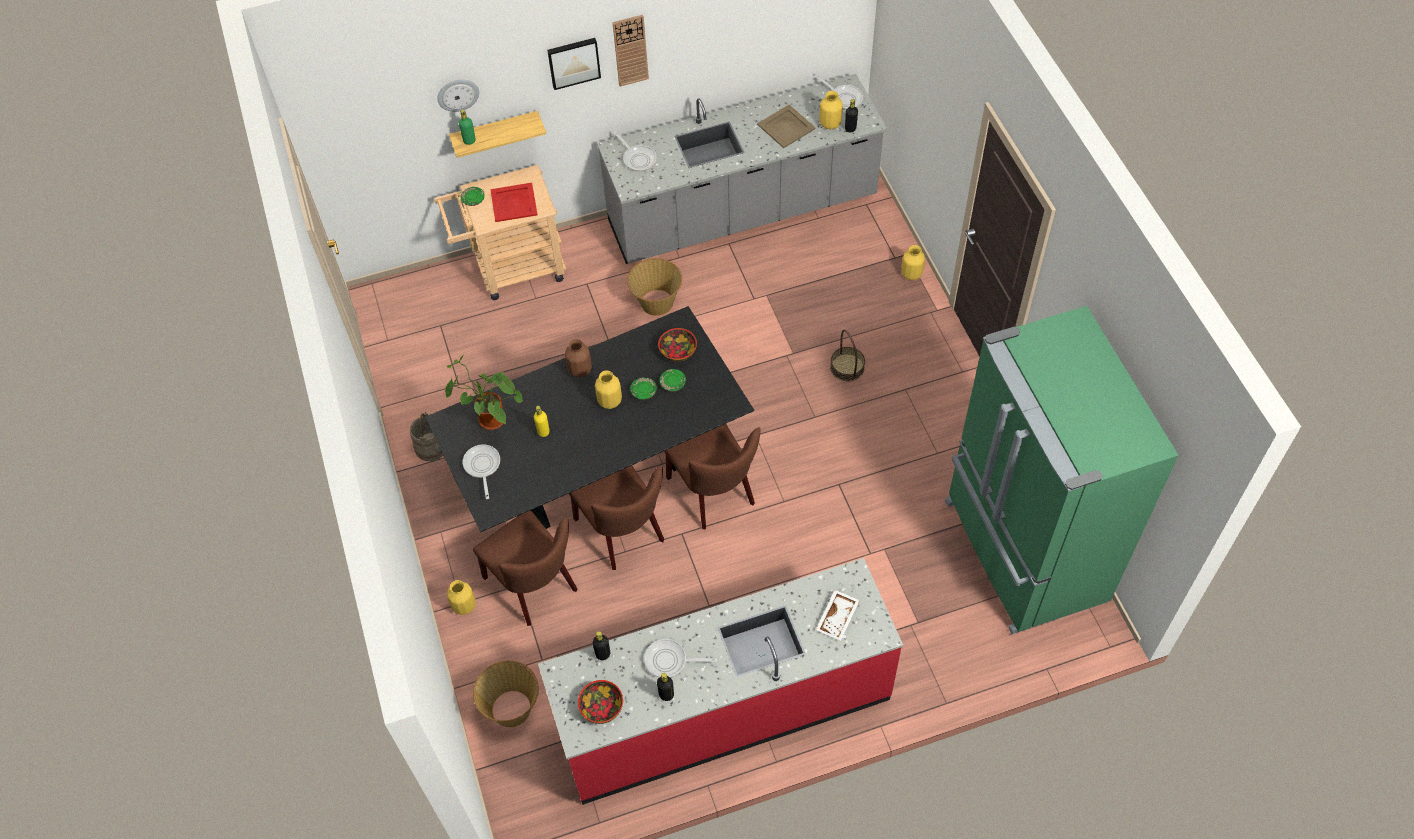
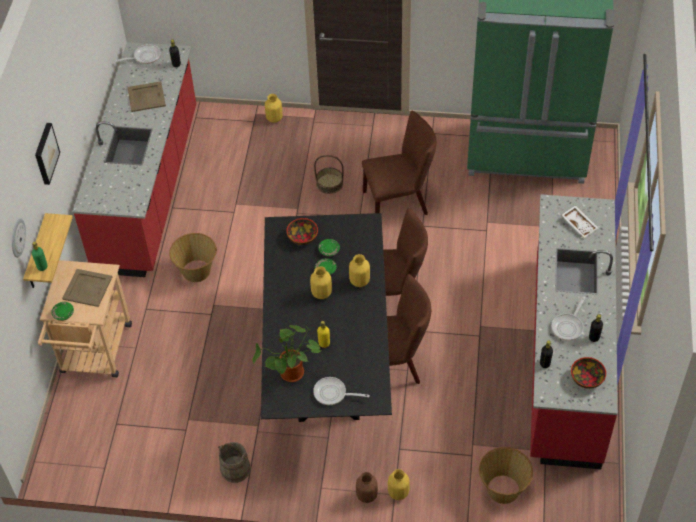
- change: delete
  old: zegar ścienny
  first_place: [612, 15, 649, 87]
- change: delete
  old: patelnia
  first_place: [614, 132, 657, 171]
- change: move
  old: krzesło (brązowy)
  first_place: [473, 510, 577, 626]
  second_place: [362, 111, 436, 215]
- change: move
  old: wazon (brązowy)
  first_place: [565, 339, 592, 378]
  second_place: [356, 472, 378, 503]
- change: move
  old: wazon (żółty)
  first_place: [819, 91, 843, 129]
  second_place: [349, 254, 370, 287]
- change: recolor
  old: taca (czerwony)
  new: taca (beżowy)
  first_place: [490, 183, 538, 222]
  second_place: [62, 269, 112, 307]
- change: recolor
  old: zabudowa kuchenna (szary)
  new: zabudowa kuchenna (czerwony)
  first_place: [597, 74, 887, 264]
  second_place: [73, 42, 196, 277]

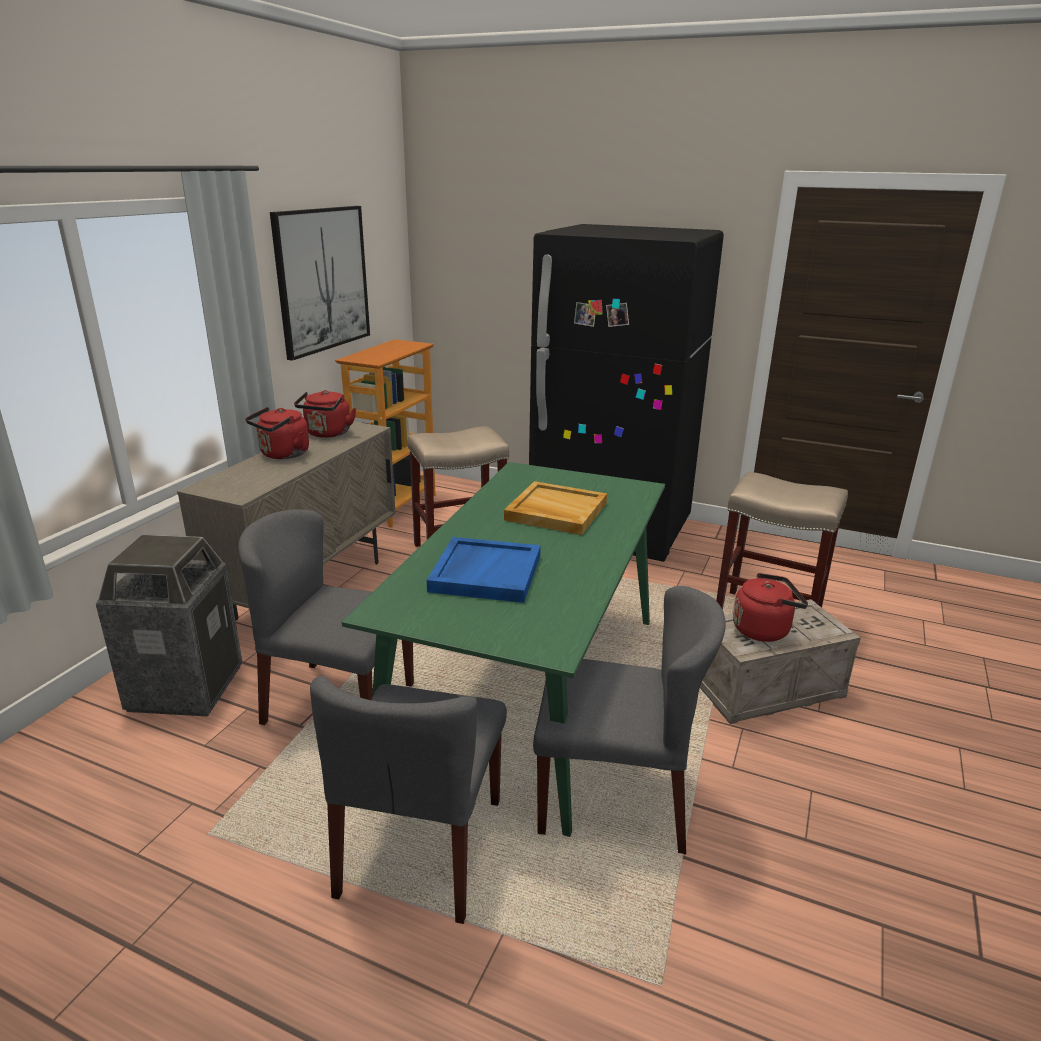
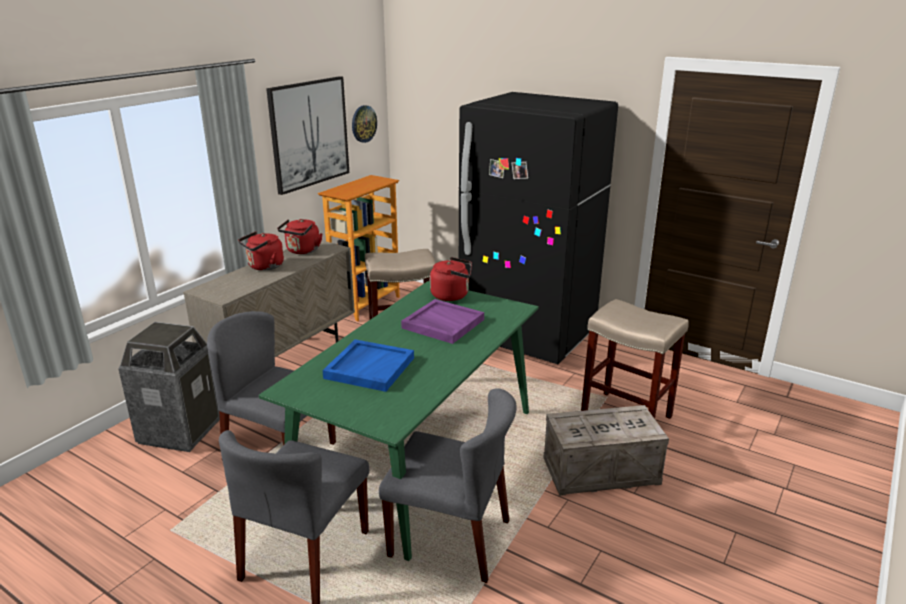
- change: insert
  new: zegar ścienny
  second_place: [352, 105, 377, 143]
- change: move
  old: czajnik (czerwony)
  first_place: [733, 573, 808, 642]
  second_place: [430, 257, 472, 301]
- change: recolor
  old: taca (beżowy)
  new: taca (fioletowy)
  first_place: [504, 481, 607, 535]
  second_place: [401, 299, 484, 344]

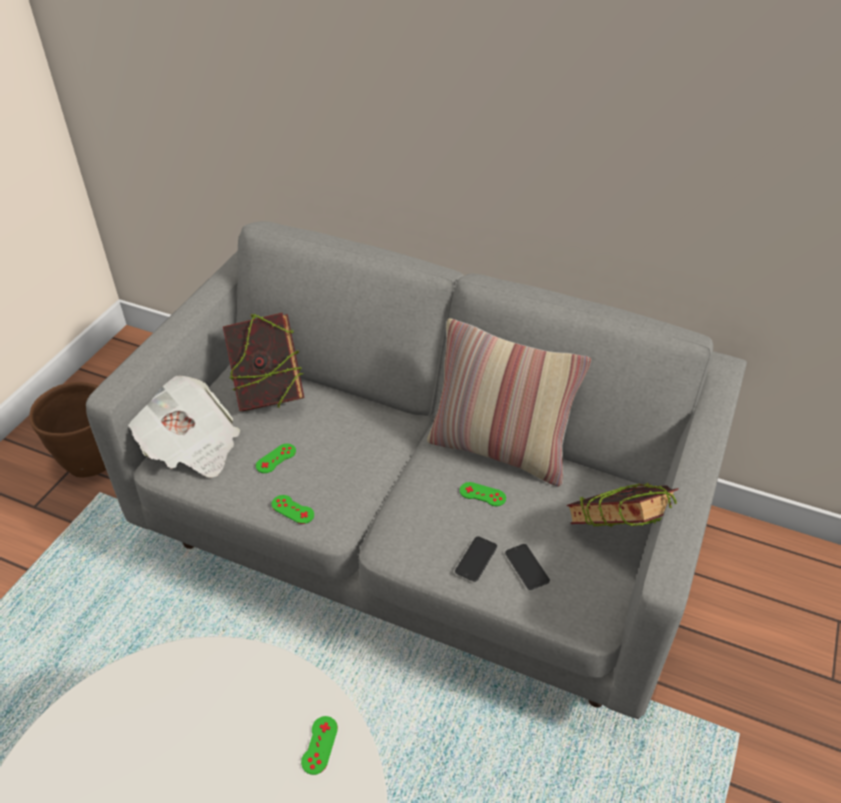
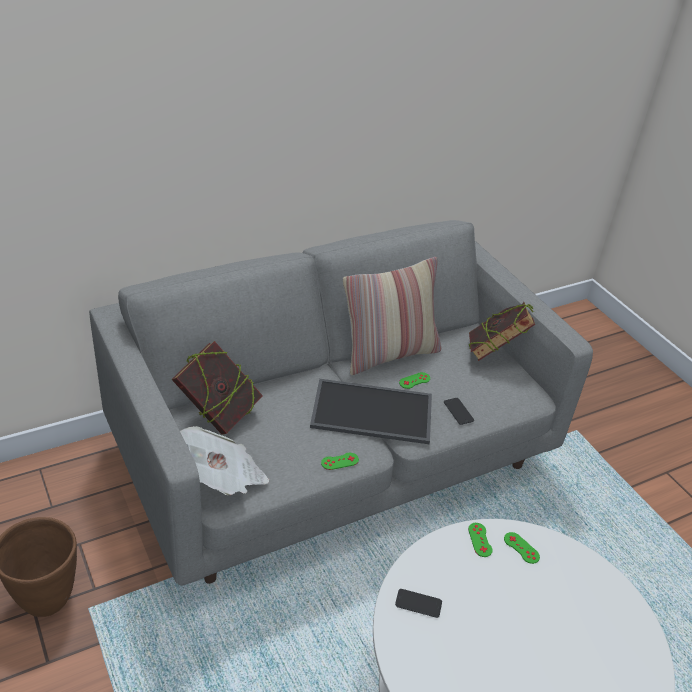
- change: insert
  new: taca
  second_place: [310, 379, 432, 444]
- change: move
  old: pad do gier (zielony)
  first_place: [256, 444, 296, 473]
  second_place: [468, 523, 493, 557]
- change: move
  old: telefon
  first_place: [505, 544, 550, 590]
  second_place: [395, 589, 442, 618]

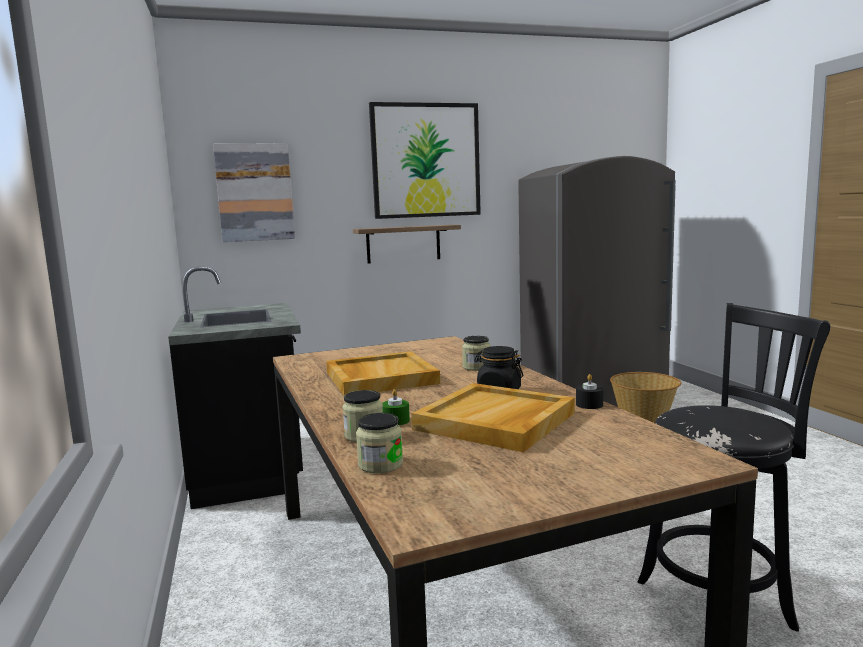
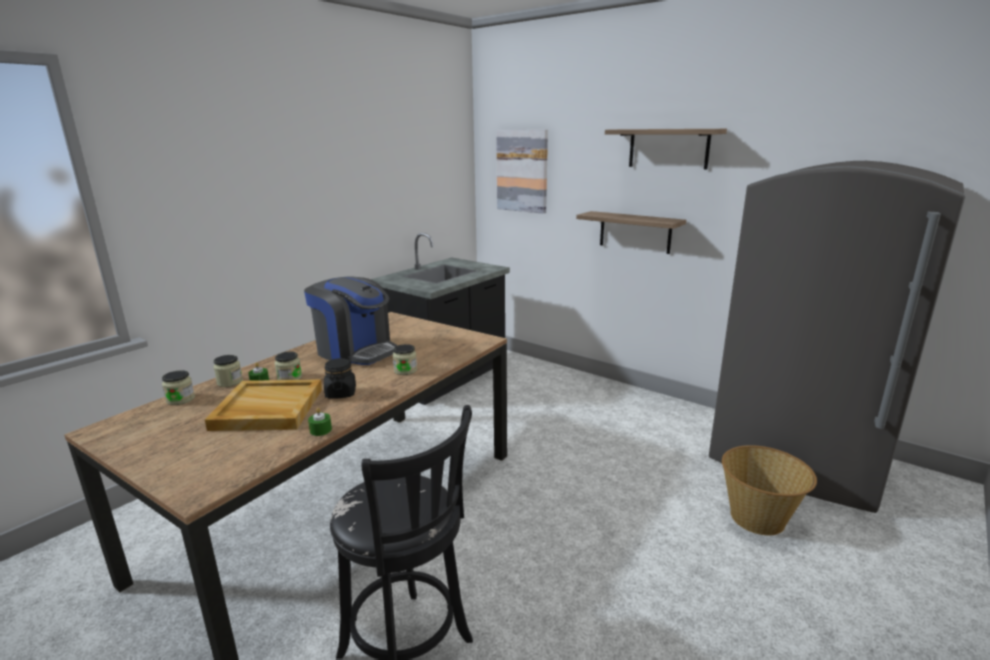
- change: insert
  new: słoik
  second_place: [274, 351, 302, 380]
- change: replace
  old: taca (beżowy)
  new: ekspres do kawy
  first_place: [326, 351, 440, 396]
  second_place: [304, 277, 397, 365]
- change: replace
  old: obraz
  new: półka
  first_place: [369, 102, 481, 219]
  second_place: [605, 129, 727, 169]
- change: recolor
  old: świeca (czarny)
  new: świeca (zielony)
  first_place: [576, 374, 603, 409]
  second_place: [308, 408, 332, 436]

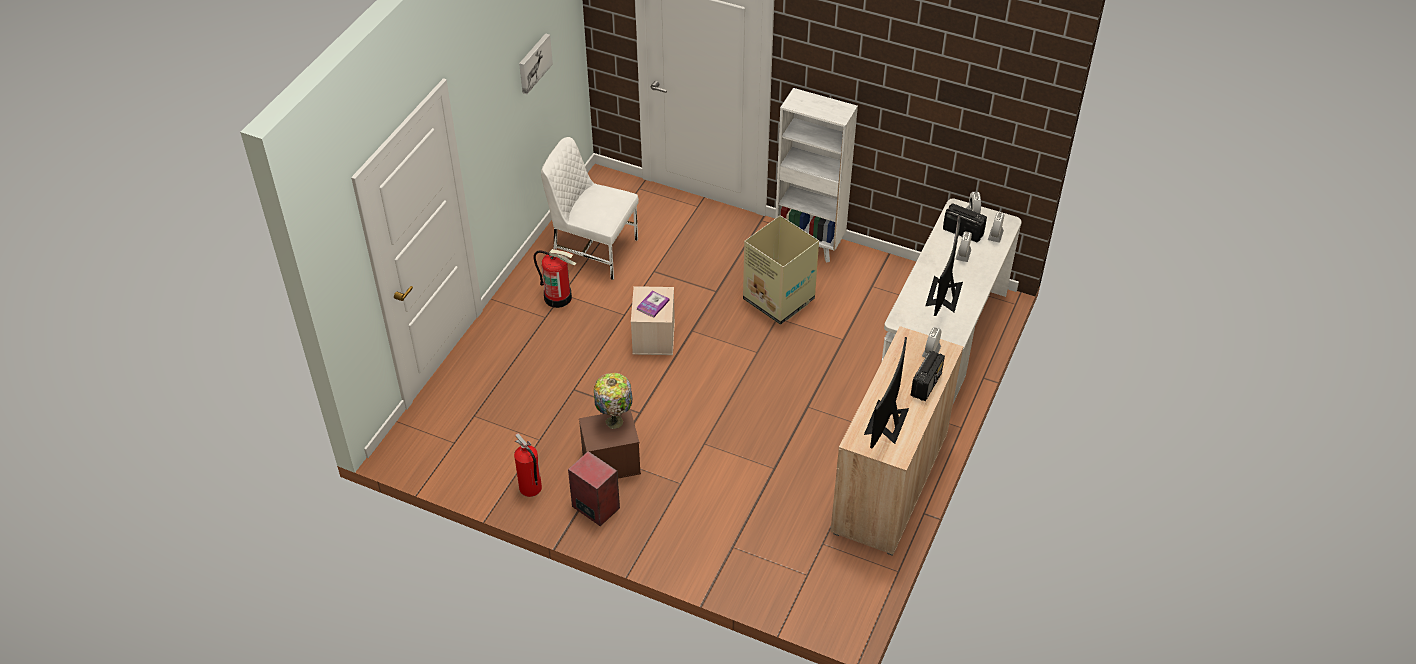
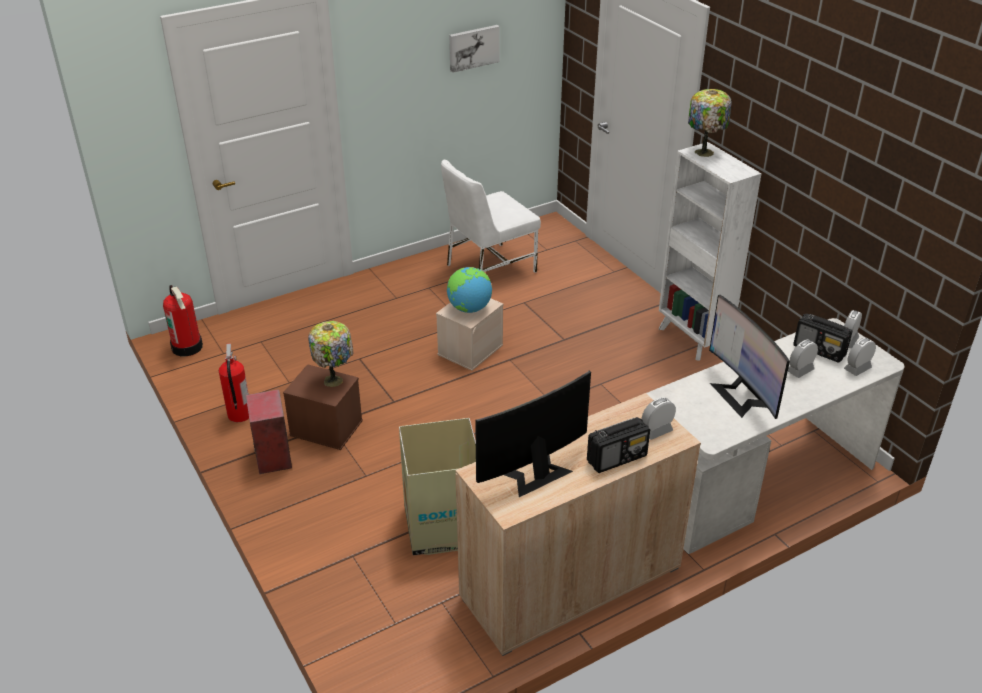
- change: insert
  new: lampa stołowa
  second_place: [688, 89, 731, 157]
- change: move
  old: gaśnica
  first_place: [533, 249, 576, 308]
  second_place: [163, 285, 203, 356]
- change: move
  old: karton
  first_place: [743, 215, 819, 325]
  second_place: [399, 418, 476, 556]
- change: replace
  old: książka
  new: globus
  first_place: [636, 291, 670, 318]
  second_place: [447, 267, 492, 313]
- change: rotate
  old: krzesło (biały)
  first_place: [541, 137, 639, 280]
  second_place: [441, 160, 541, 273]
  degrees: -90
- change: rotate
  old: monitor
  first_place: [925, 215, 963, 316]
  second_place: [709, 295, 790, 419]
  degrees: -75
- change: rotate
  old: radio
  first_place: [943, 203, 987, 242]
  second_place: [793, 314, 852, 363]
  degrees: 150

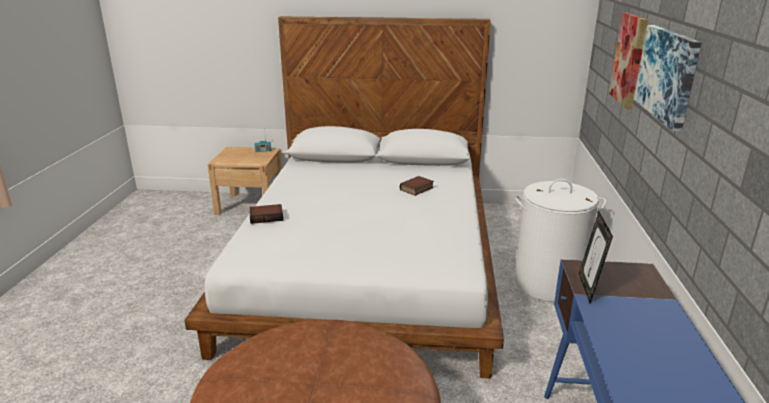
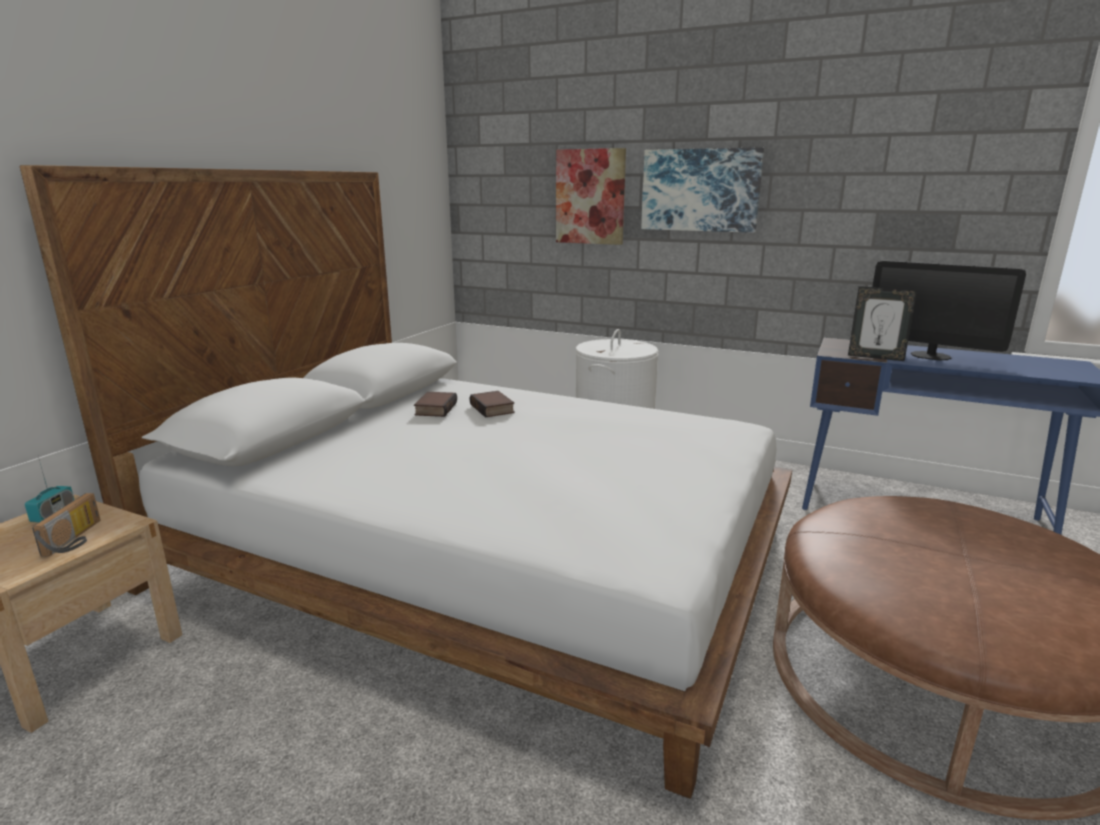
- change: insert
  new: radio
  second_place: [32, 493, 100, 556]
- change: insert
  new: monitor
  second_place: [872, 260, 1026, 361]
- change: move
  old: książka
  first_place: [250, 204, 283, 224]
  second_place: [414, 392, 457, 417]

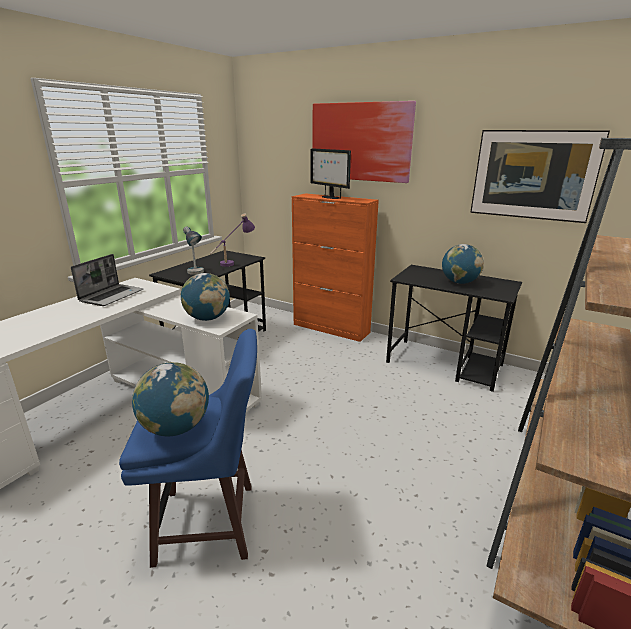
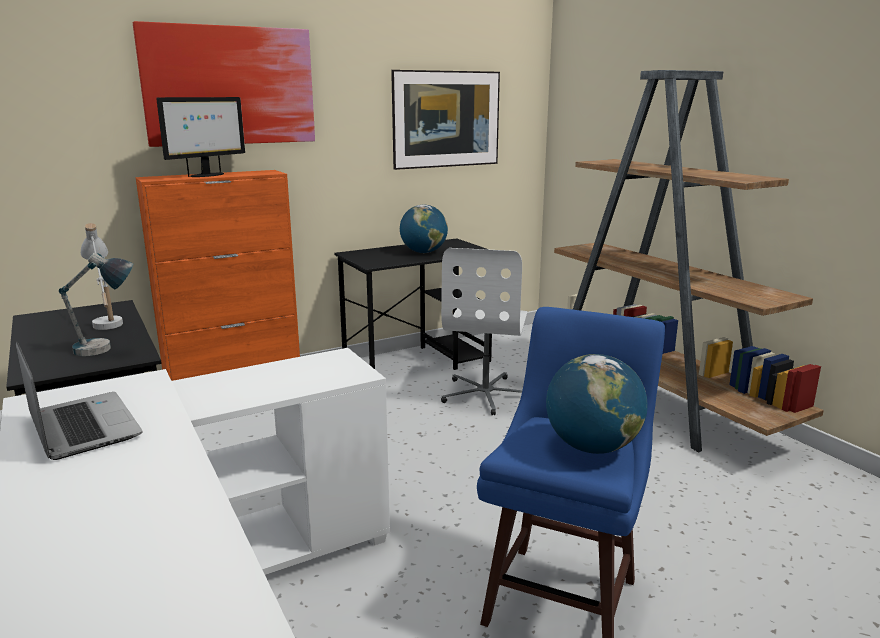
- change: delete
  old: globus
  first_place: [181, 273, 230, 321]
- change: insert
  new: krzesło biurowe (biały)
  second_place: [441, 248, 528, 416]
- change: recolor
  old: lampa stołowa (fioletowy)
  new: lampa stołowa (biały)
  first_place: [210, 214, 255, 267]
  second_place: [81, 223, 123, 330]
- change: rotate
  old: monitor
  first_place: [311, 148, 351, 199]
  second_place: [156, 97, 245, 177]
  degrees: -45

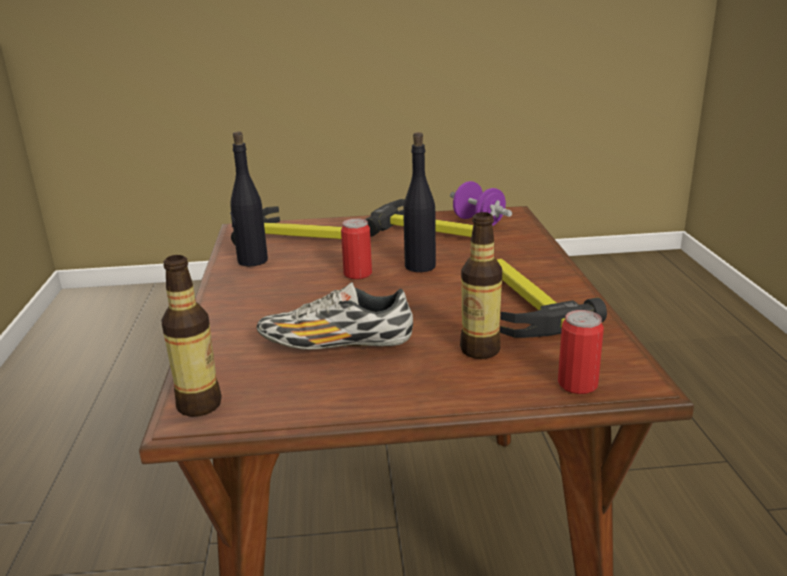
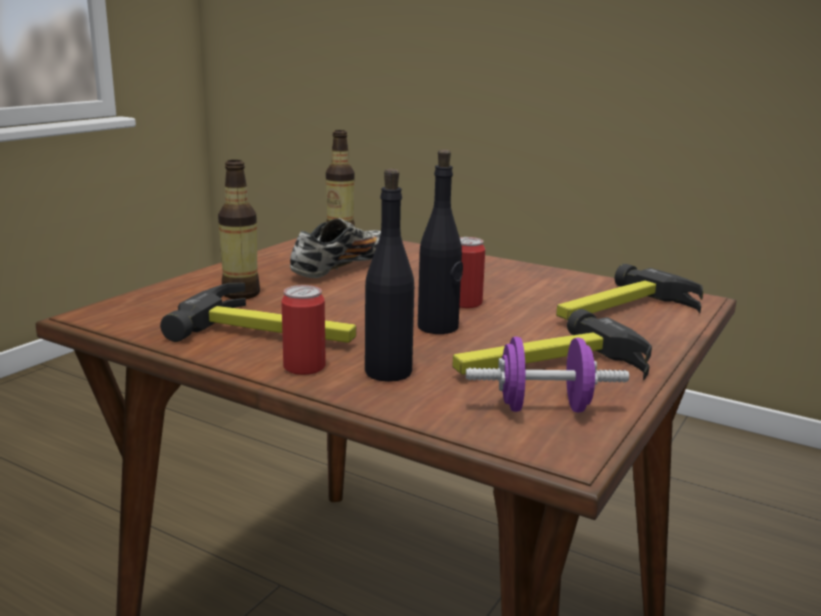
- change: move
  old: butelka (czarny)
  first_place: [230, 132, 268, 267]
  second_place: [365, 169, 414, 382]
- change: move
  old: puszka
  first_place: [558, 310, 604, 394]
  second_place: [281, 285, 326, 375]

